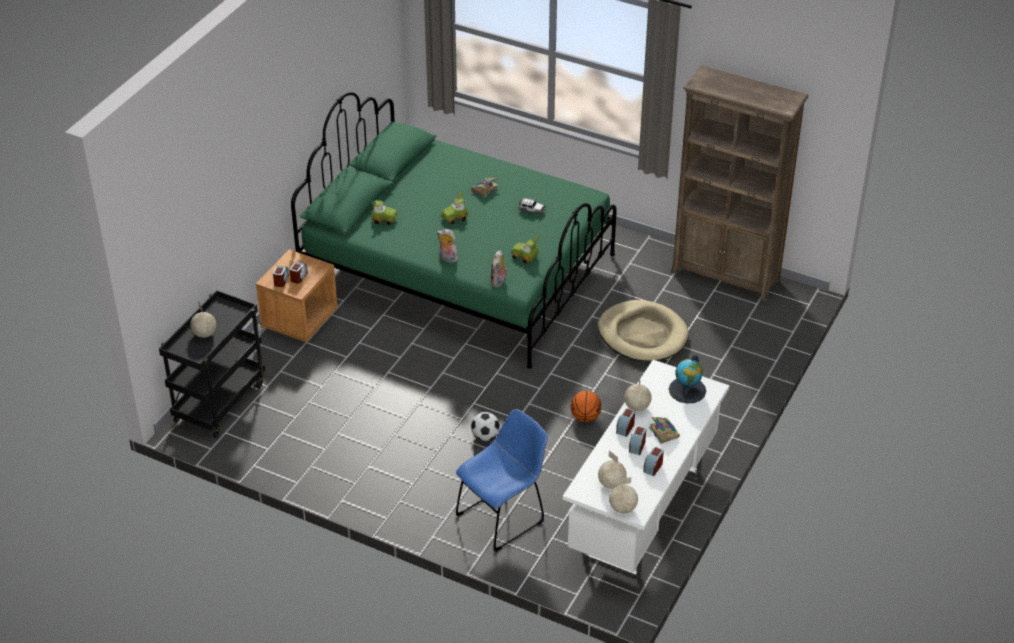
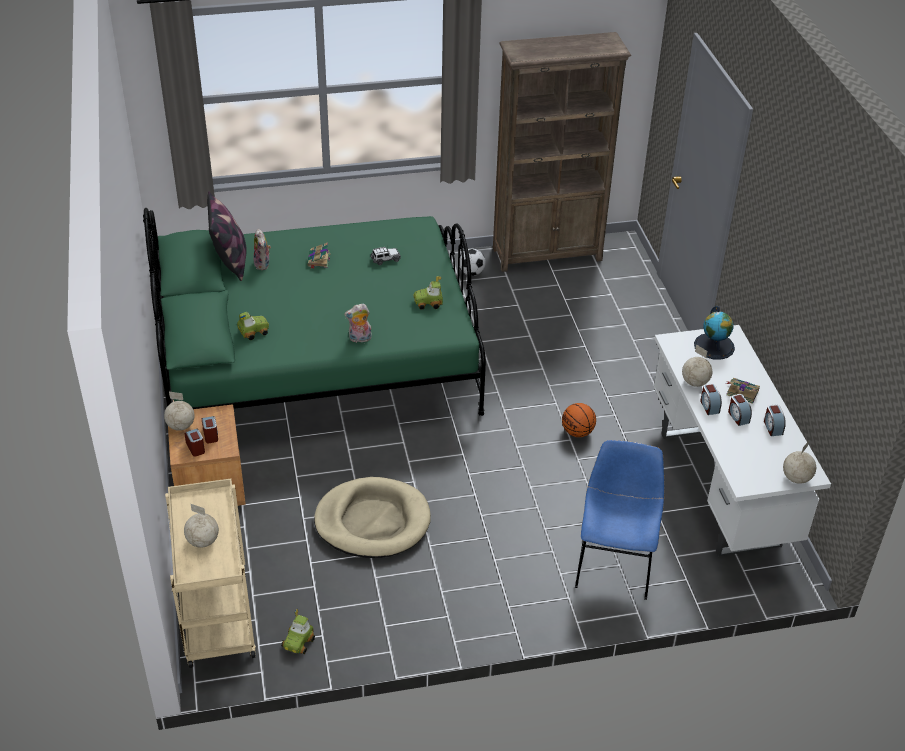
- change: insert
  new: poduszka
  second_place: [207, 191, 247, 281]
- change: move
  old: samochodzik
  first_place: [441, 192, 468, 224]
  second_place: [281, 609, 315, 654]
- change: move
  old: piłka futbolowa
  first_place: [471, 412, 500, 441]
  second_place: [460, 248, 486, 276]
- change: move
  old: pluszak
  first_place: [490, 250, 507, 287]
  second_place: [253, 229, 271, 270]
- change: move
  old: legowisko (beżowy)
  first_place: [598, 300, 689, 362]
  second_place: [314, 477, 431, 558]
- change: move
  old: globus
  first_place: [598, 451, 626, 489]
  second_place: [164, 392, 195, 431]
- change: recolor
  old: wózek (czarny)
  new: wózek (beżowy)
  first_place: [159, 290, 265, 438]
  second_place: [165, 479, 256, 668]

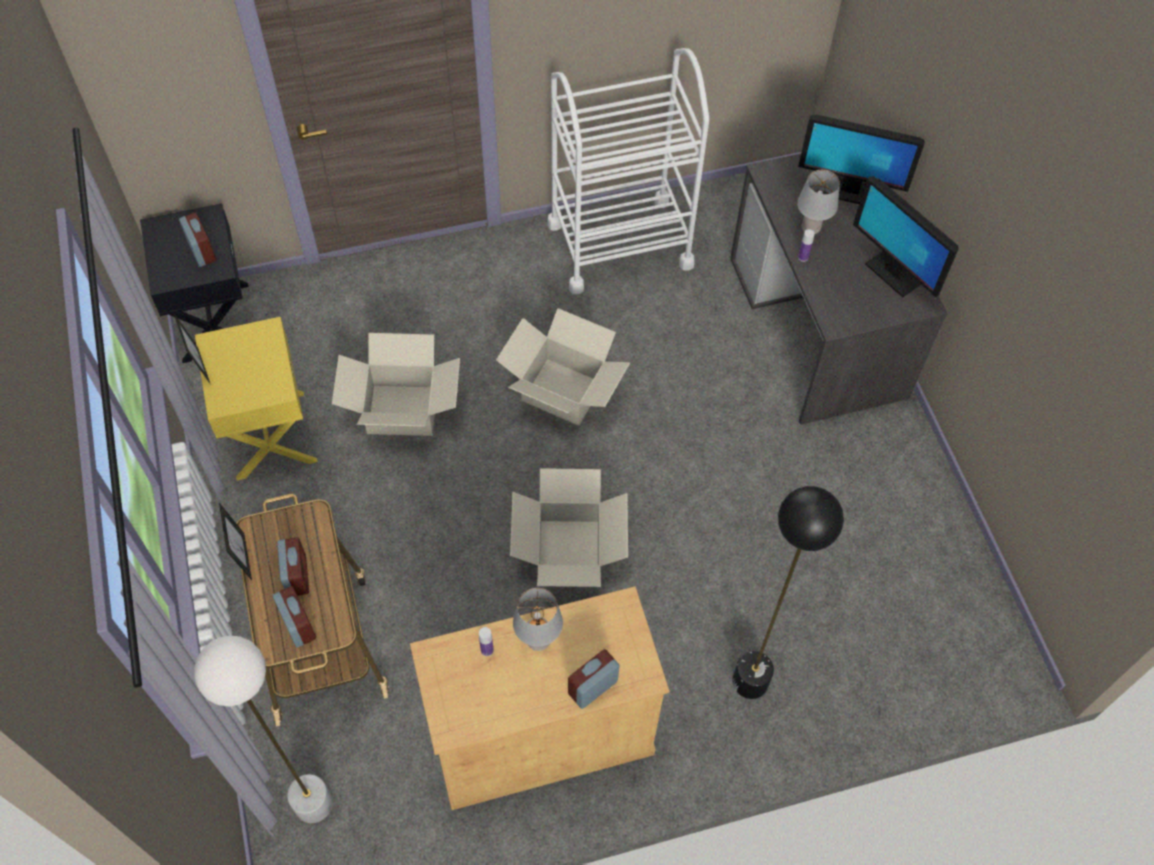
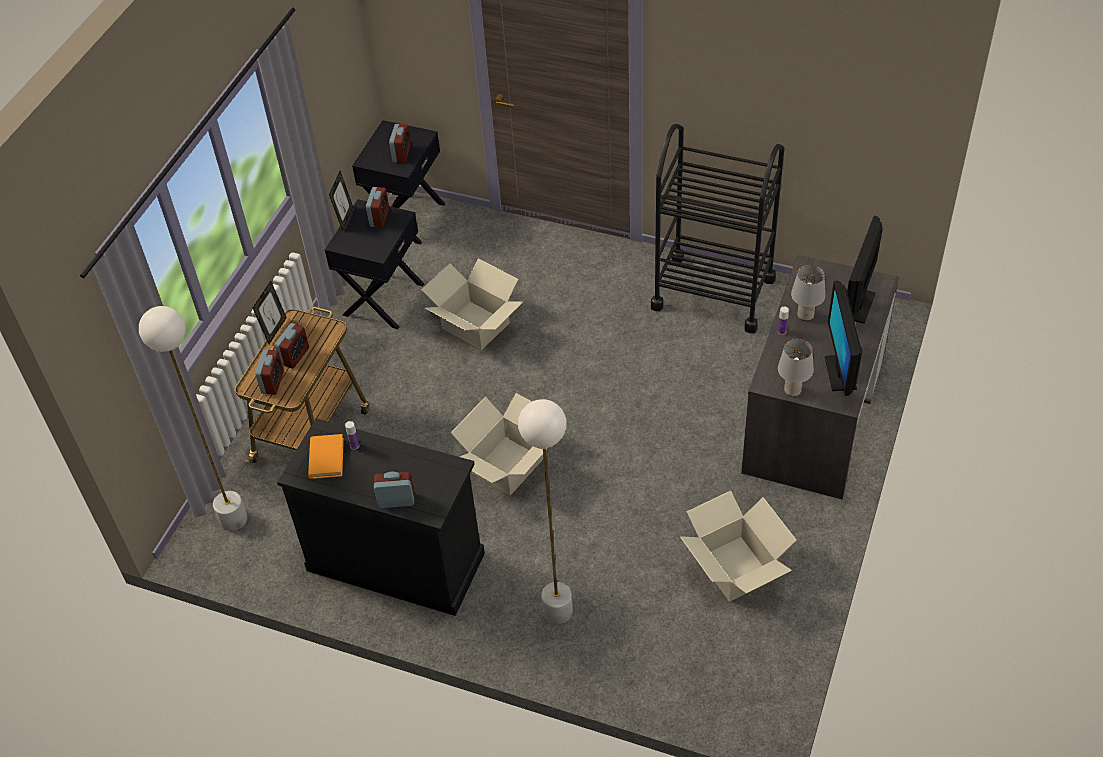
- change: insert
  new: książka (pomarańczowy)
  second_place: [308, 434, 344, 479]
- change: insert
  new: budzik
  second_place: [366, 187, 389, 228]
- change: move
  old: karton
  first_place: [496, 308, 630, 425]
  second_place: [680, 491, 797, 602]
- change: move
  old: lampa stołowa (szary)
  first_place: [513, 588, 563, 651]
  second_place: [778, 339, 814, 397]
- change: recolor
  old: szafka nocna (żółty)
  new: szafka nocna (czarny)
  first_place: [195, 317, 318, 481]
  second_place: [325, 199, 424, 329]
- change: recolor
  old: szafka (beżowy)
  new: szafka (czarny)
  first_place: [410, 586, 669, 810]
  second_place: [277, 418, 485, 616]
- change: recolor
  old: wózek (biały)
  new: wózek (czarny)
  first_place: [547, 48, 709, 295]
  second_place: [651, 124, 784, 333]
- change: recolor
  old: lampa stojąca (czarny)
  new: lampa stojąca (biały)
  first_place: [733, 486, 844, 699]
  second_place: [518, 399, 573, 624]
- change: rotate
  old: monitor
  first_place: [798, 114, 925, 204]
  second_place: [847, 216, 883, 324]
  degrees: 60

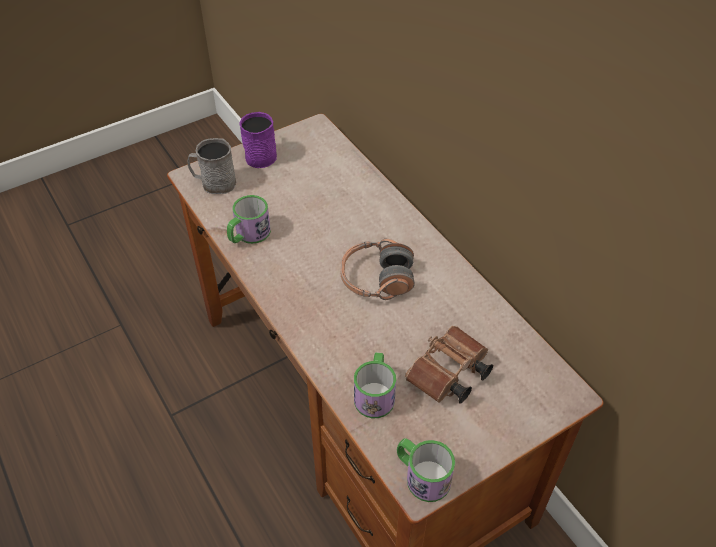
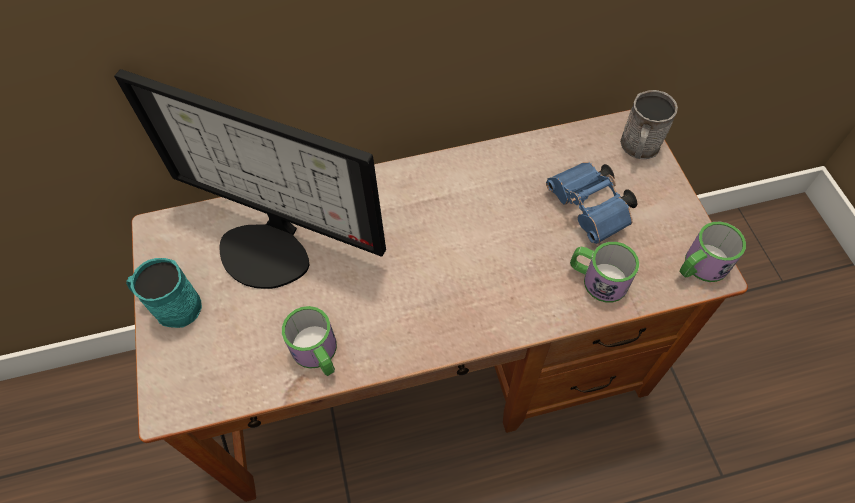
- change: delete
  old: słuchawki
  first_place: [340, 239, 415, 300]
- change: insert
  new: monitor
  second_place: [114, 69, 386, 289]
- change: move
  old: kubek (szary)
  first_place: [188, 138, 236, 194]
  second_place: [620, 90, 678, 159]
- change: recolor
  old: kubek (fioletowy)
  new: kubek (turkusowy)
  first_place: [239, 112, 277, 168]
  second_place: [126, 258, 202, 328]
- change: recolor
  old: lornetka (brązowy)
  new: lornetka (niebieski)
  first_place: [405, 326, 493, 404]
  second_place: [546, 162, 638, 244]

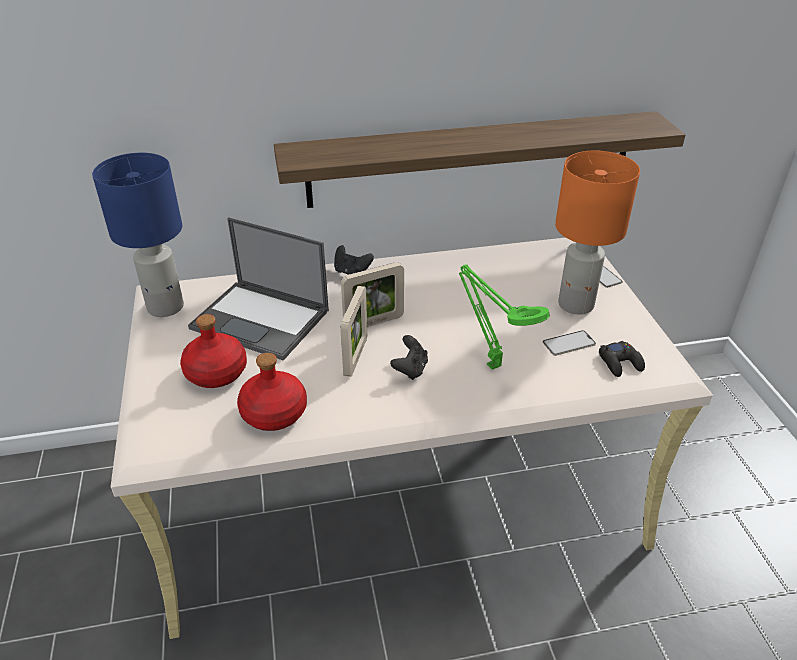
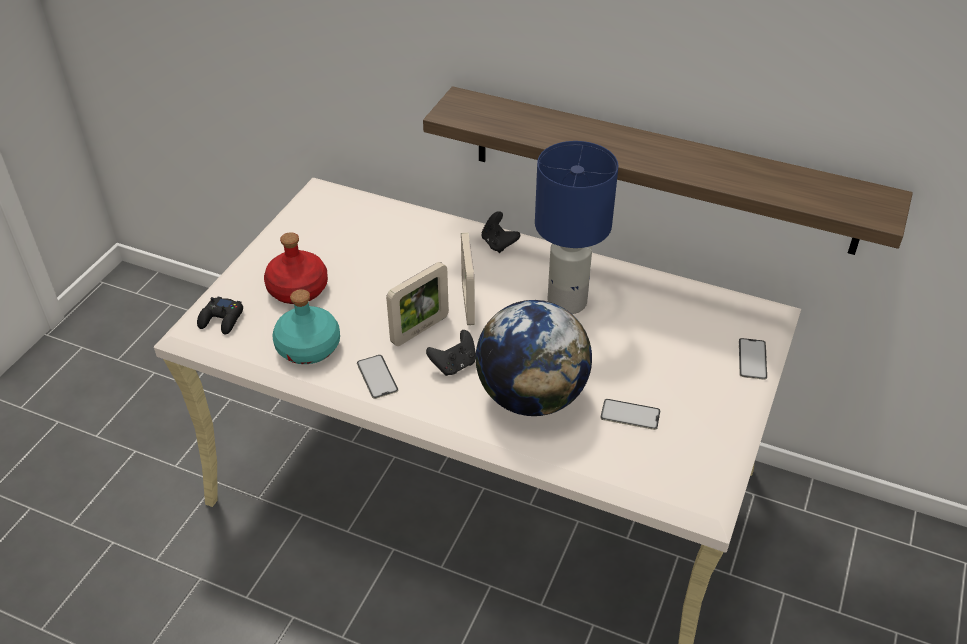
- change: delete
  old: laptop
  first_place: [188, 217, 329, 361]
- change: delete
  old: lampa stołowa (pomarańczowy)
  first_place: [555, 150, 640, 315]
- change: insert
  new: telefon
  second_place: [357, 355, 398, 399]
- change: move
  old: lampa stołowa (niebieski)
  first_place: [92, 153, 184, 317]
  second_place: [535, 141, 618, 314]
- change: move
  old: pad do gier (czarny)
  first_place: [599, 341, 645, 377]
  second_place: [197, 297, 243, 335]
- change: replace
  old: lampa stołowa (zielony)
  new: globus
  first_place: [459, 265, 550, 369]
  second_place: [476, 300, 592, 416]
- change: recolor
  old: butelka (czerwony)
  new: butelka (turkusowy)
  first_place: [237, 353, 307, 431]
  second_place: [272, 289, 340, 364]
- change: rotate
  old: ramka na zdjęcie
  first_place: [341, 262, 404, 327]
  second_place: [461, 233, 475, 325]
  degrees: 75

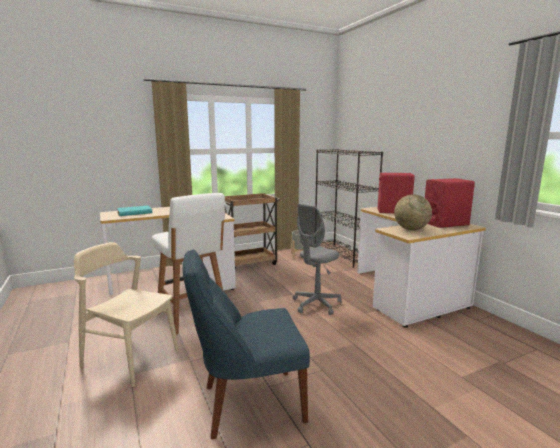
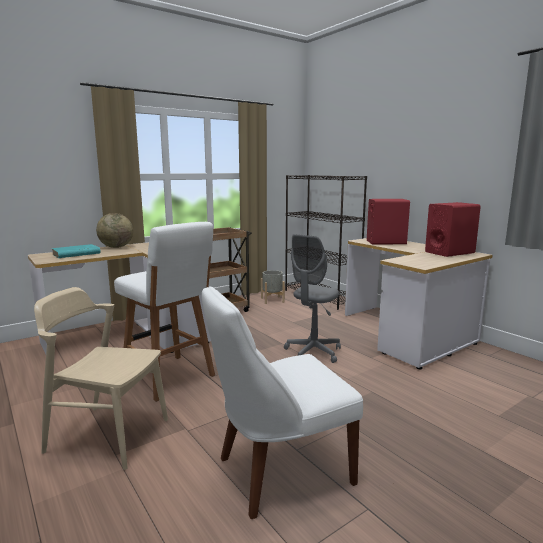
- change: move
  old: globus
  first_place: [394, 194, 432, 230]
  second_place: [96, 213, 133, 248]
- change: recolor
  old: krzesło (niebieski)
  new: krzesło (biały)
  first_place: [183, 250, 310, 439]
  second_place: [202, 286, 363, 519]

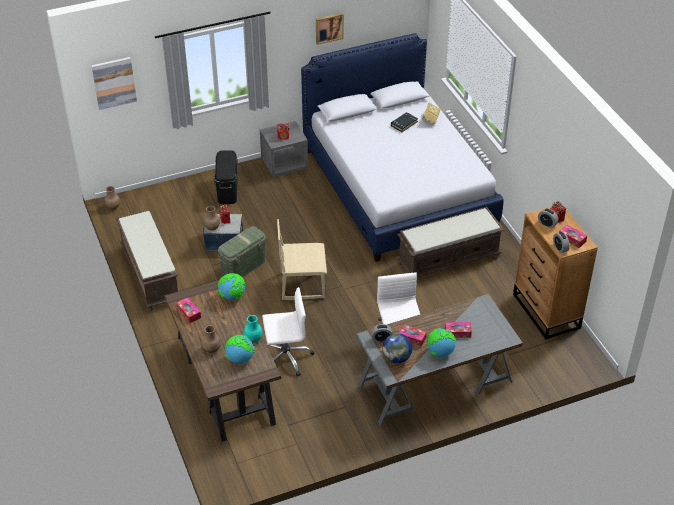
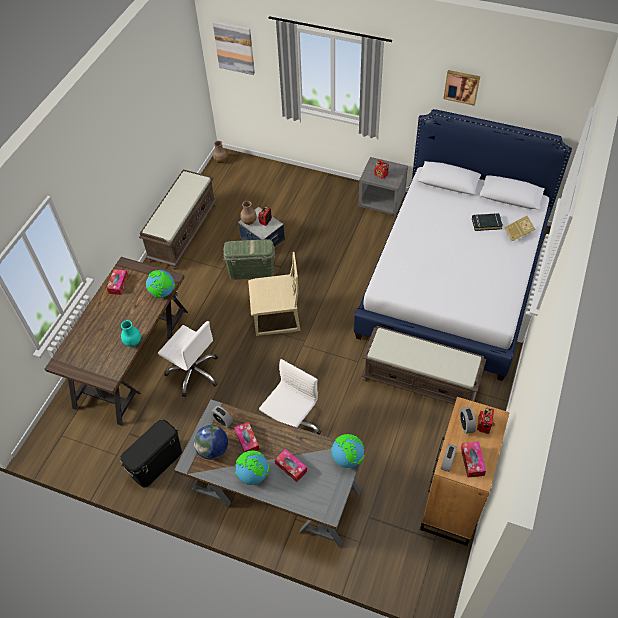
- change: delete
  old: wazon (brązowy)
  first_place: [202, 325, 221, 353]
- change: move
  old: pojemnik do przechowywania (czarny)
  first_place: [214, 150, 238, 204]
  second_place: [120, 419, 182, 488]
- change: move
  old: globus
  first_place: [225, 335, 255, 364]
  second_place: [331, 434, 364, 468]
- change: rotate
  old: krzesło (beżowy)
  first_place: [277, 219, 327, 300]
  second_place: [248, 252, 300, 336]
  degrees: 135

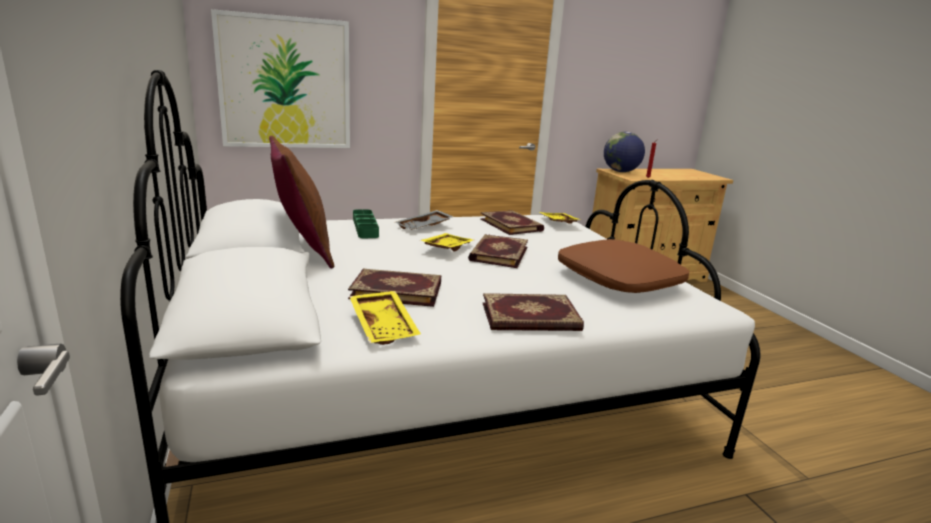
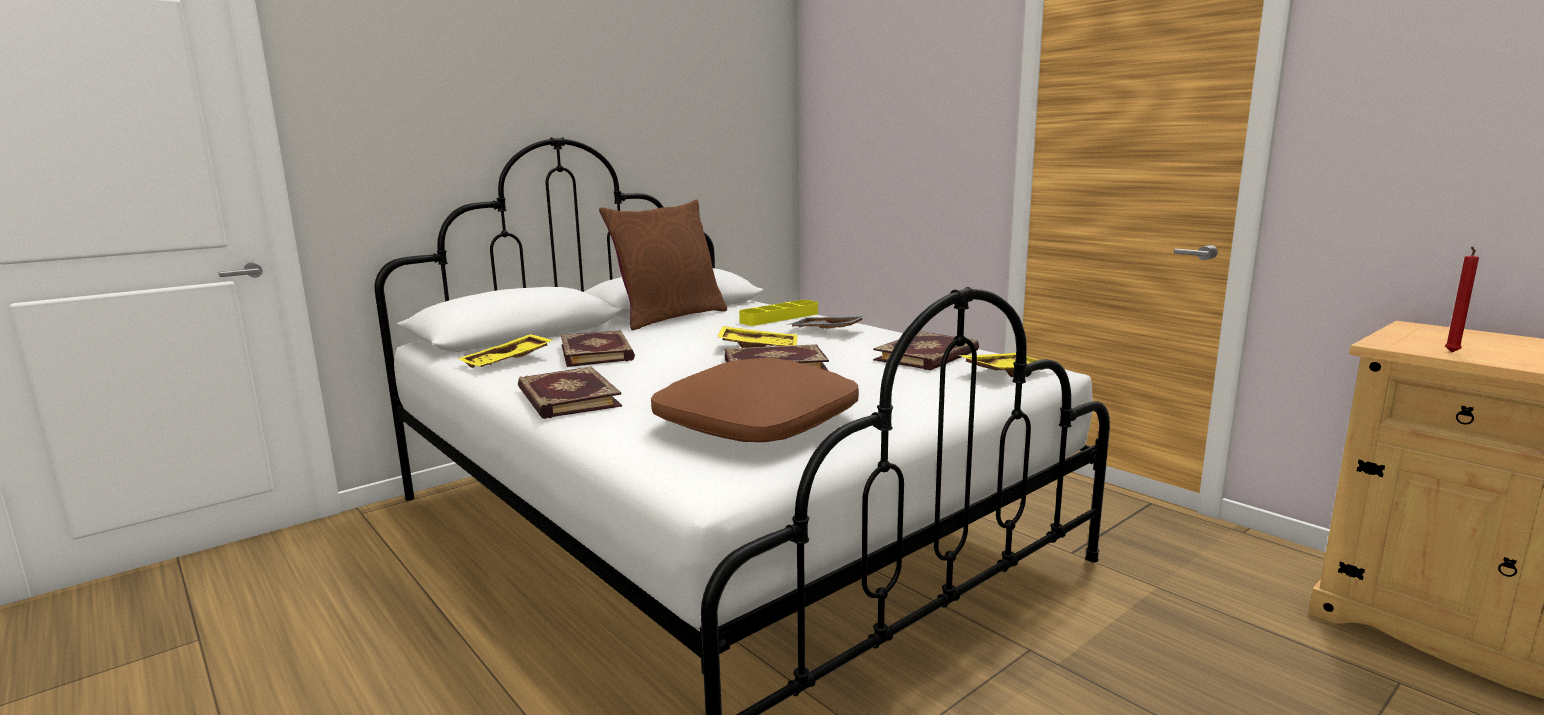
- change: delete
  old: obraz
  first_place: [211, 9, 350, 148]
- change: delete
  old: globus
  first_place: [604, 132, 645, 172]
- change: recolor
  old: taca (zielony)
  new: taca (żółty)
  first_place: [353, 209, 379, 238]
  second_place: [739, 300, 818, 326]

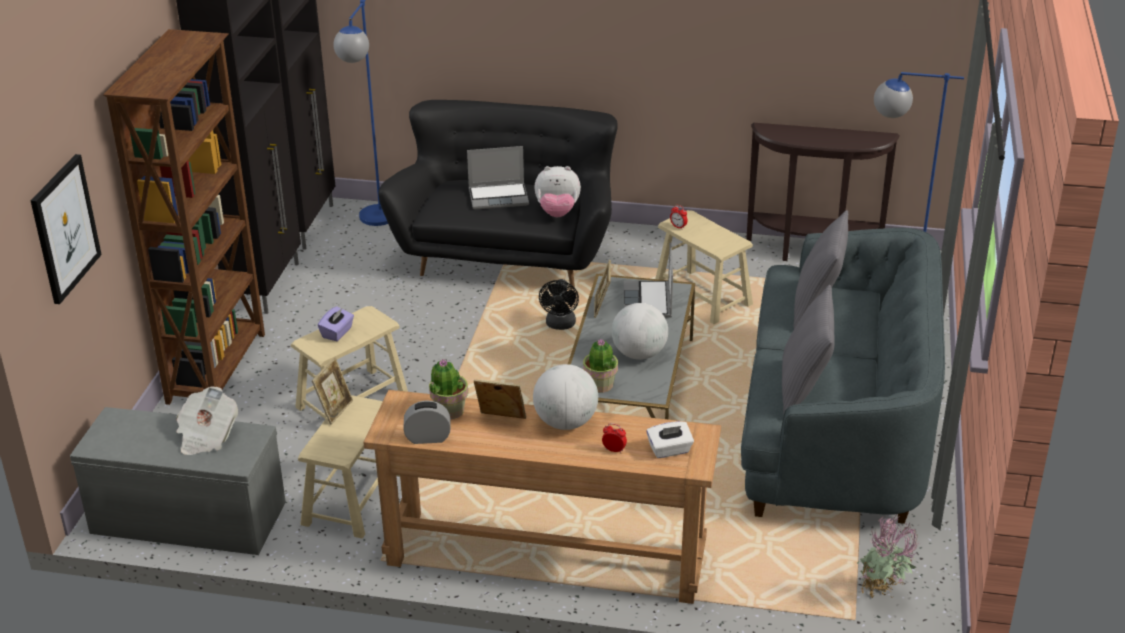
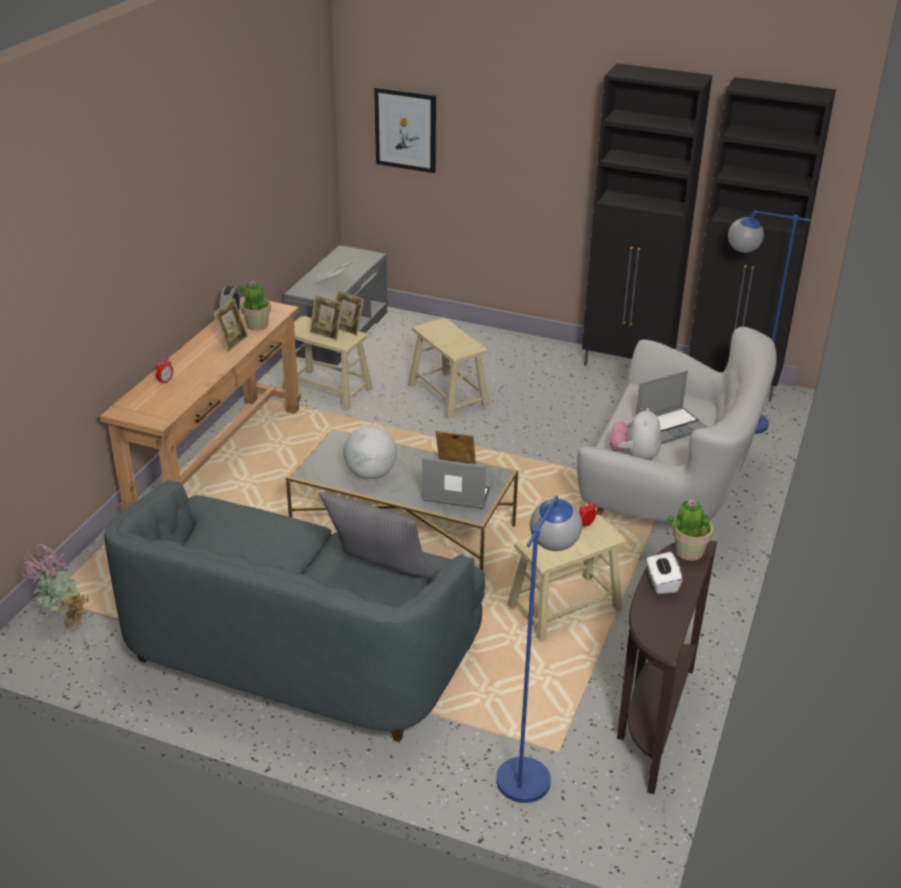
- change: delete
  old: regał (brązowy)
  first_place: [103, 29, 265, 405]
- change: delete
  old: pudełko chusteczek (fioletowy)
  first_place: [318, 306, 354, 341]
- change: delete
  old: globus
  first_place: [533, 364, 598, 430]
- change: delete
  old: wentylator (czarny)
  first_place: [539, 279, 579, 330]
- change: delete
  old: poduszka (szary)
  first_place: [782, 284, 835, 415]
- change: insert
  new: ramka na zdjęcie
  second_place: [310, 295, 343, 341]
- change: move
  old: roślina doniczkowa
  first_place: [583, 339, 618, 393]
  second_place: [667, 498, 713, 561]
- change: move
  old: pudełko chusteczek (biały)
  first_place: [646, 421, 694, 458]
  second_place: [647, 552, 682, 594]
- change: recolor
  old: kanapa (czarny)
  new: kanapa (biały)
  first_place: [378, 100, 618, 289]
  second_place: [577, 327, 777, 521]
- change: rotate
  old: laptop
  first_place: [467, 146, 529, 210]
  second_place: [636, 370, 707, 444]
  degrees: -120

